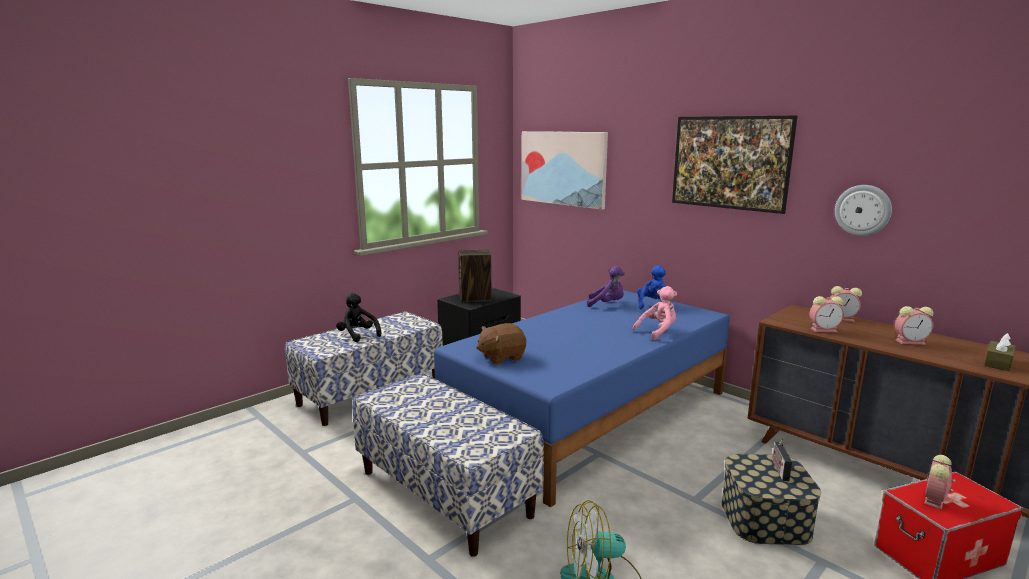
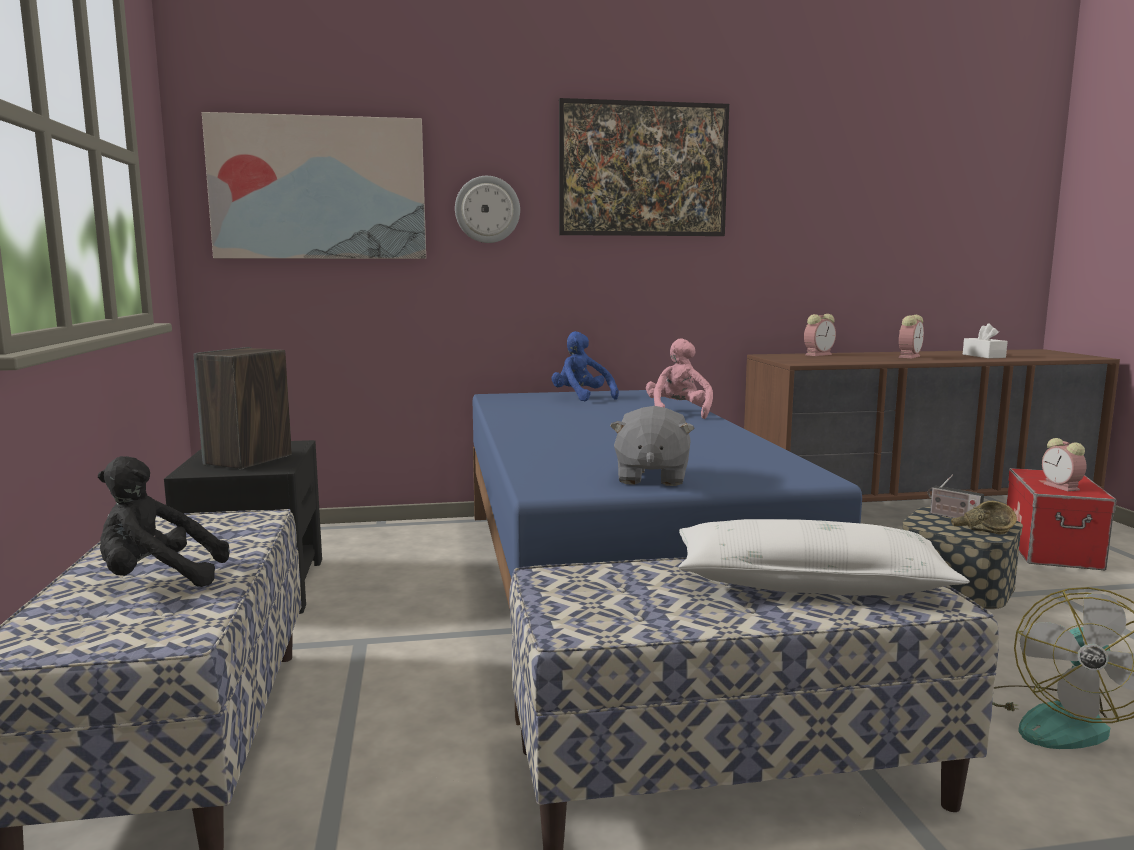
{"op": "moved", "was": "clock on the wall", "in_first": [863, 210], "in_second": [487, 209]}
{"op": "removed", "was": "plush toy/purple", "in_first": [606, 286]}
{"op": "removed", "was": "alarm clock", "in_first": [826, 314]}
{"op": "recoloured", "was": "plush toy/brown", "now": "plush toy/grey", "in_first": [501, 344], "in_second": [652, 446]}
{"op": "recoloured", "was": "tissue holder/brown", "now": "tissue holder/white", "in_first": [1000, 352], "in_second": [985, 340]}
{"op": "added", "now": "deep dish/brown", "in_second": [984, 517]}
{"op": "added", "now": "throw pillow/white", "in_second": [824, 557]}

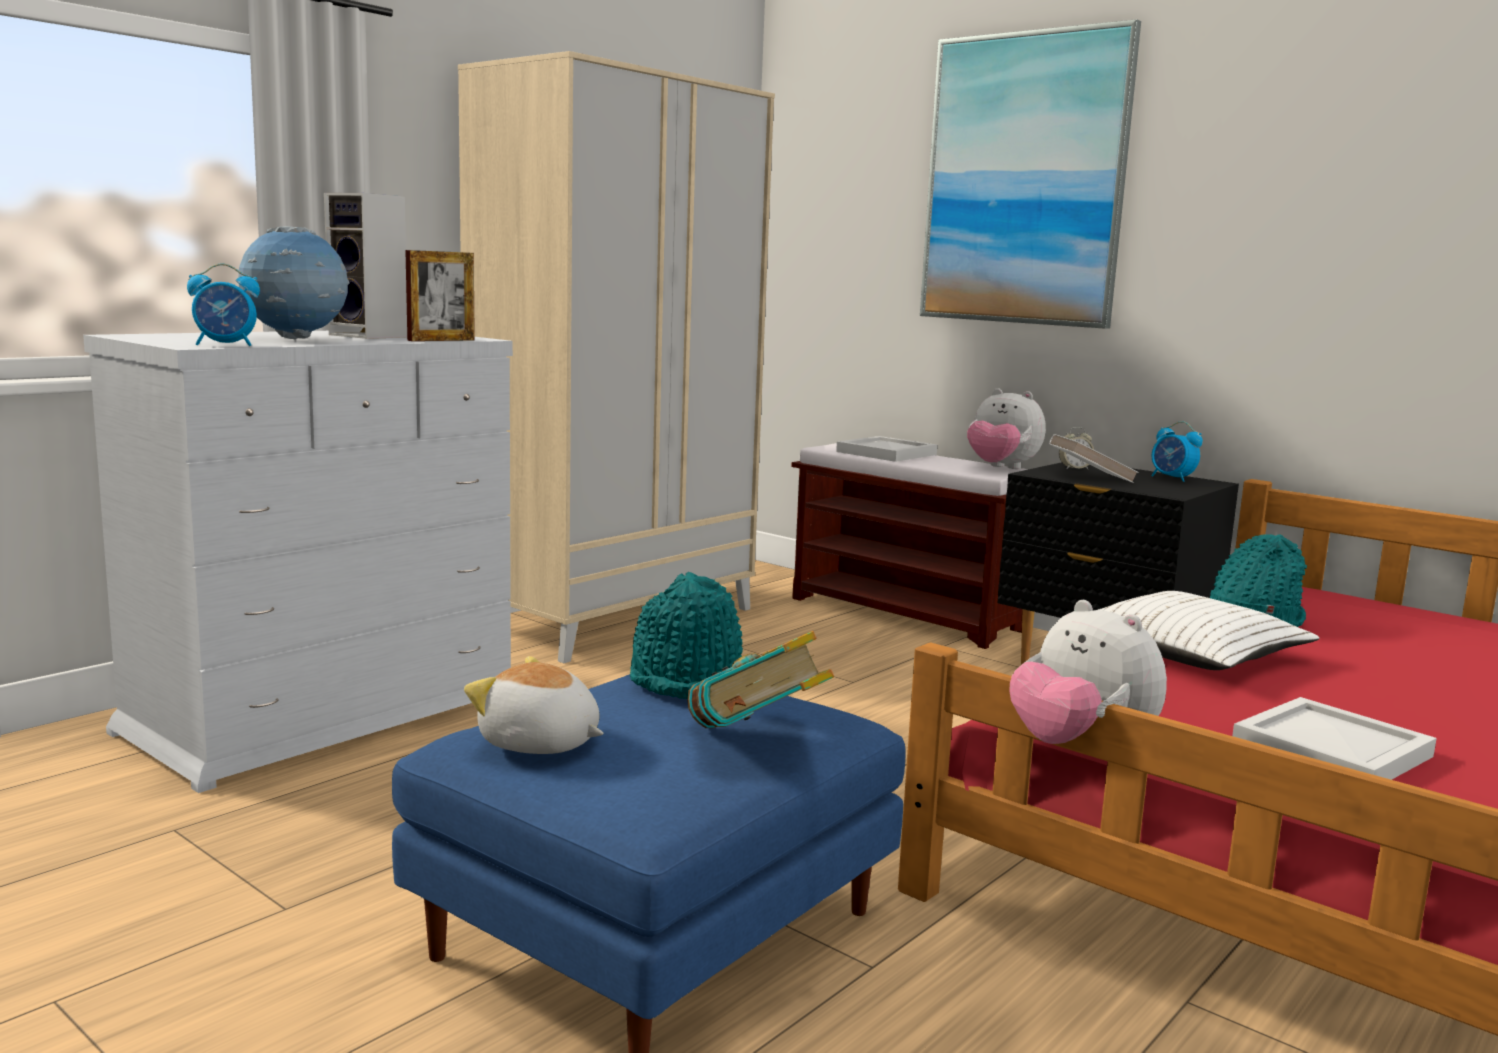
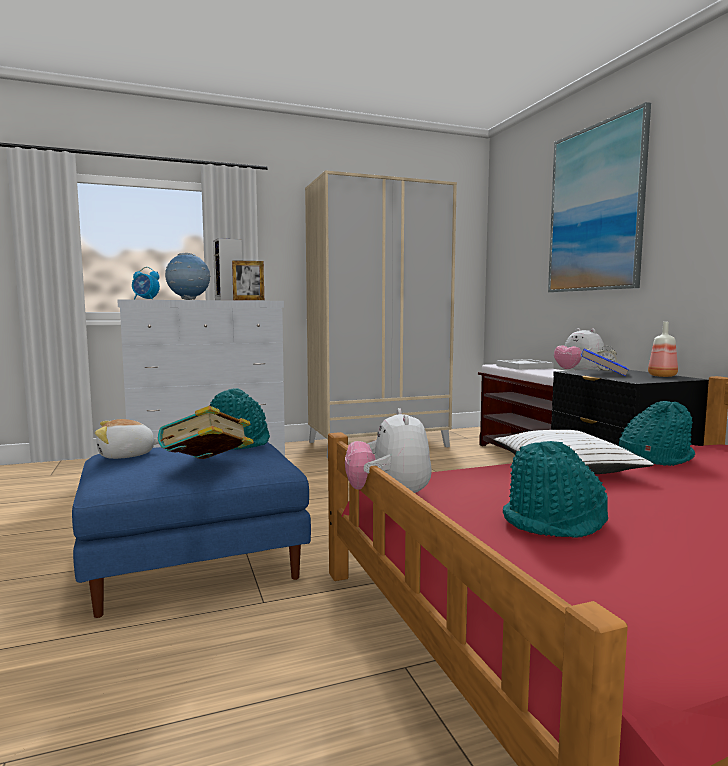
{"op": "replaced", "was": "alarm clock", "now": "bottle", "in_first": [1177, 451], "in_second": [663, 349]}
{"op": "recoloured", "was": "bound book/white", "now": "bound book/blue-coloured", "in_first": [1094, 458], "in_second": [605, 362]}
{"op": "turned", "was": "plush toy", "in_first": [534, 705], "in_second": [127, 439], "clockwise": -75}
{"op": "replaced", "was": "tray/white", "now": "clothing hat/turquoise-coloured", "in_first": [1334, 738], "in_second": [555, 489]}

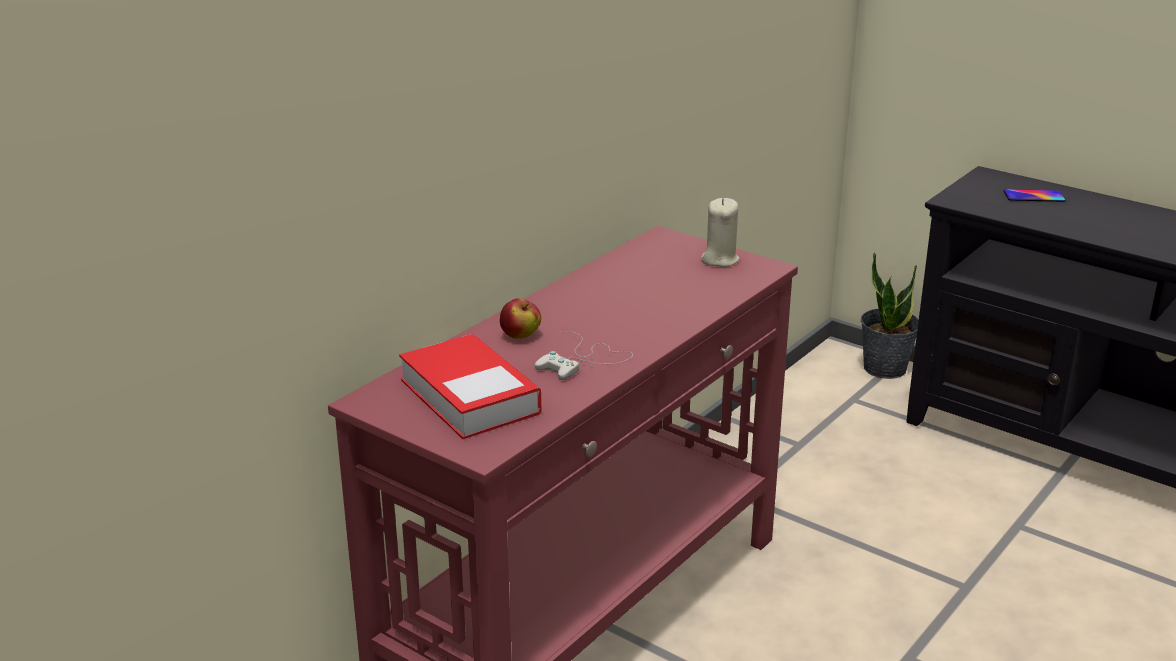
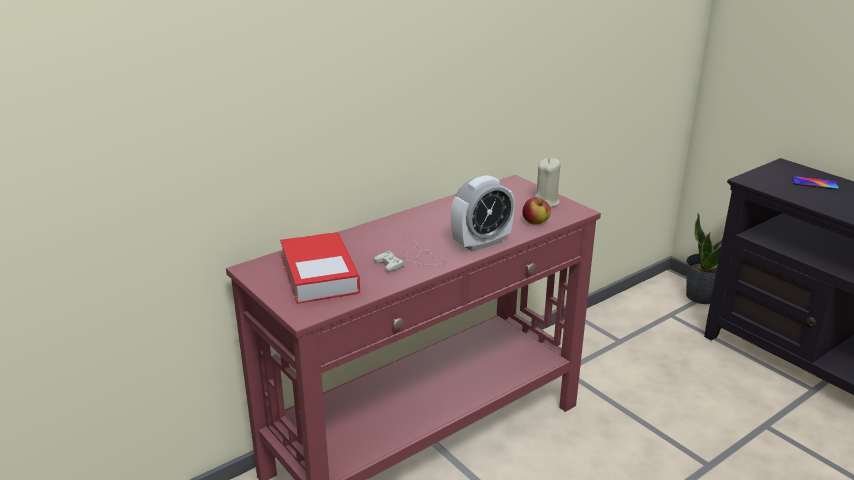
{"op": "moved", "was": "apple", "in_first": [520, 318], "in_second": [536, 211]}
{"op": "added", "now": "alarm clock", "in_second": [483, 213]}

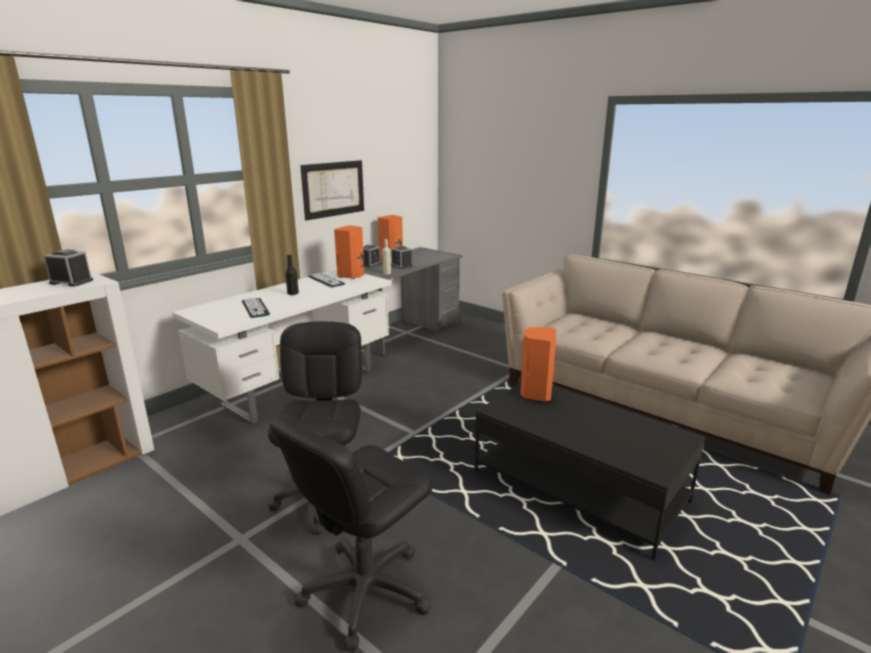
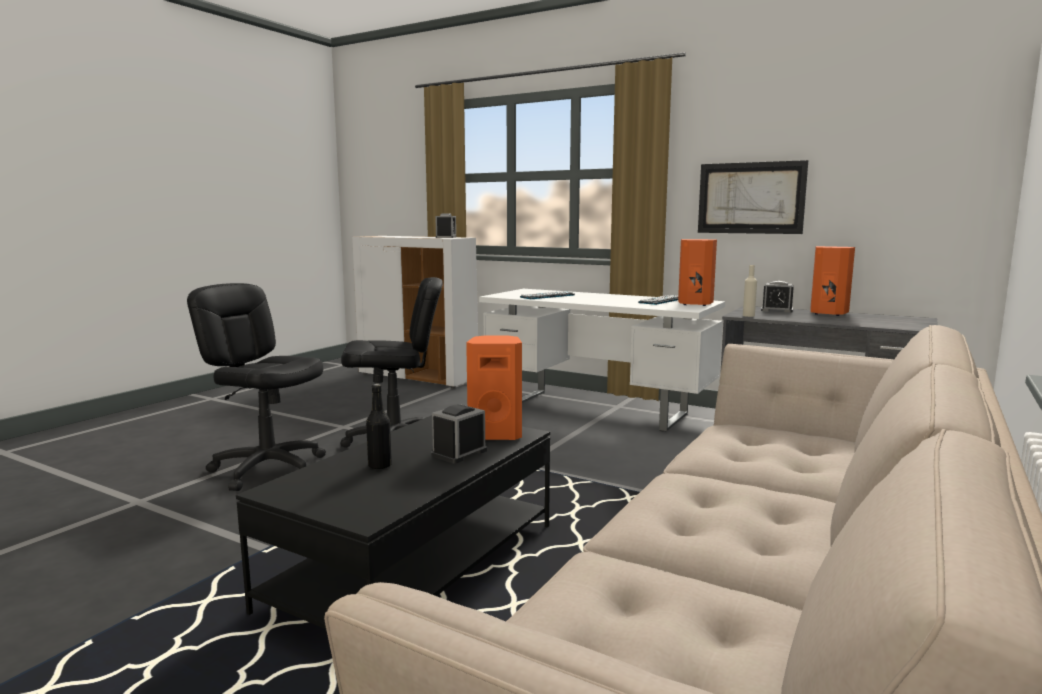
{"op": "moved", "was": "alarm clock", "in_first": [402, 257], "in_second": [459, 434]}
{"op": "moved", "was": "bottle/black", "in_first": [292, 274], "in_second": [379, 426]}

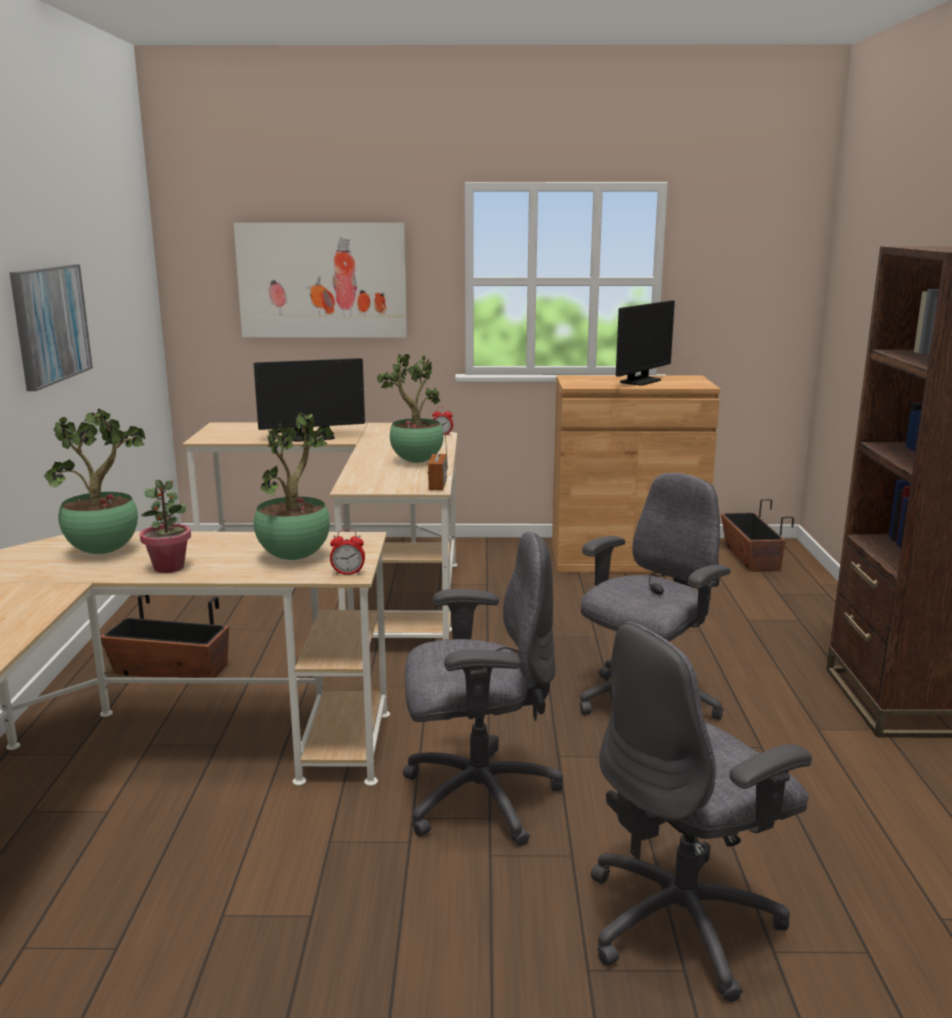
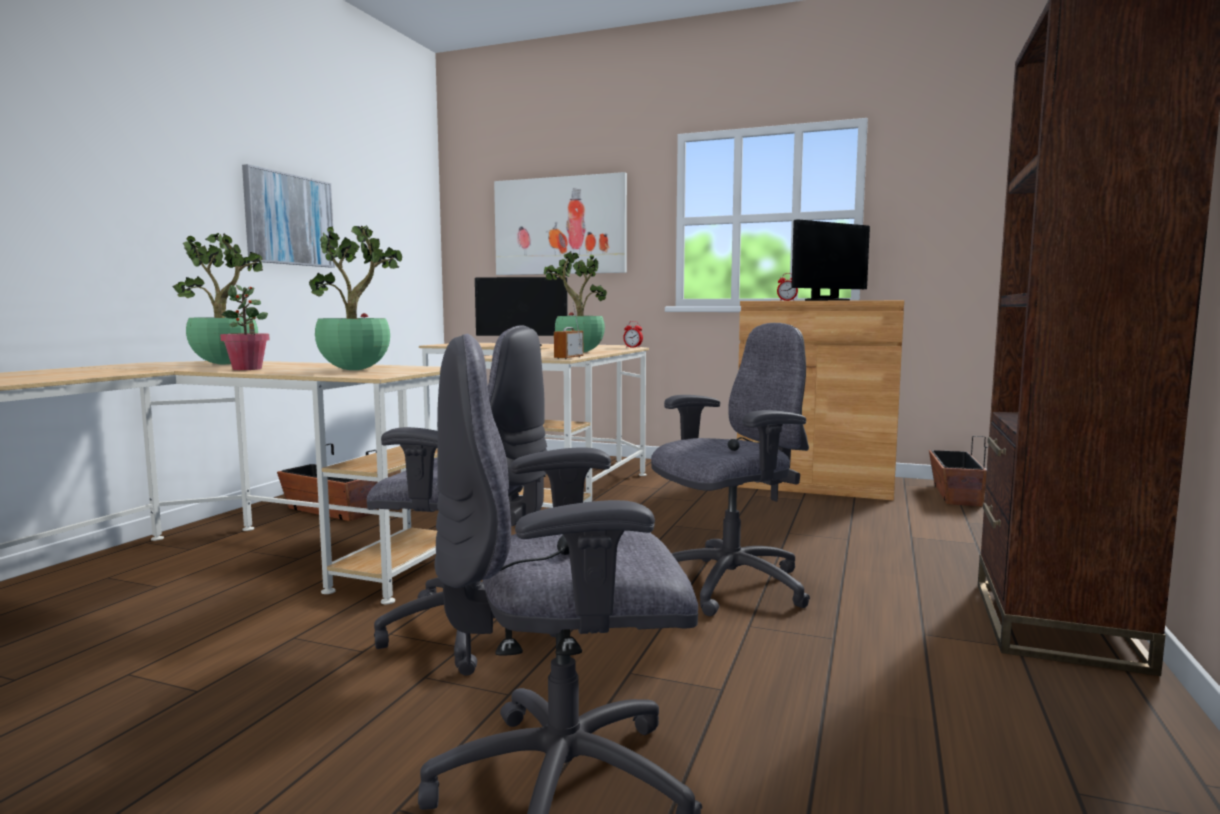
{"op": "moved", "was": "alarm clock", "in_first": [347, 552], "in_second": [787, 287]}

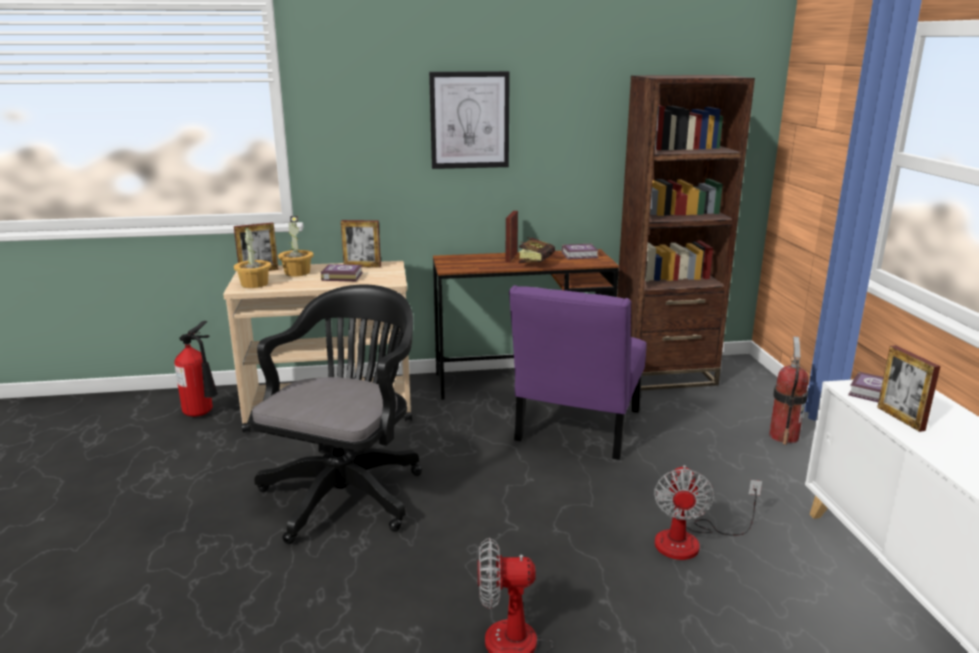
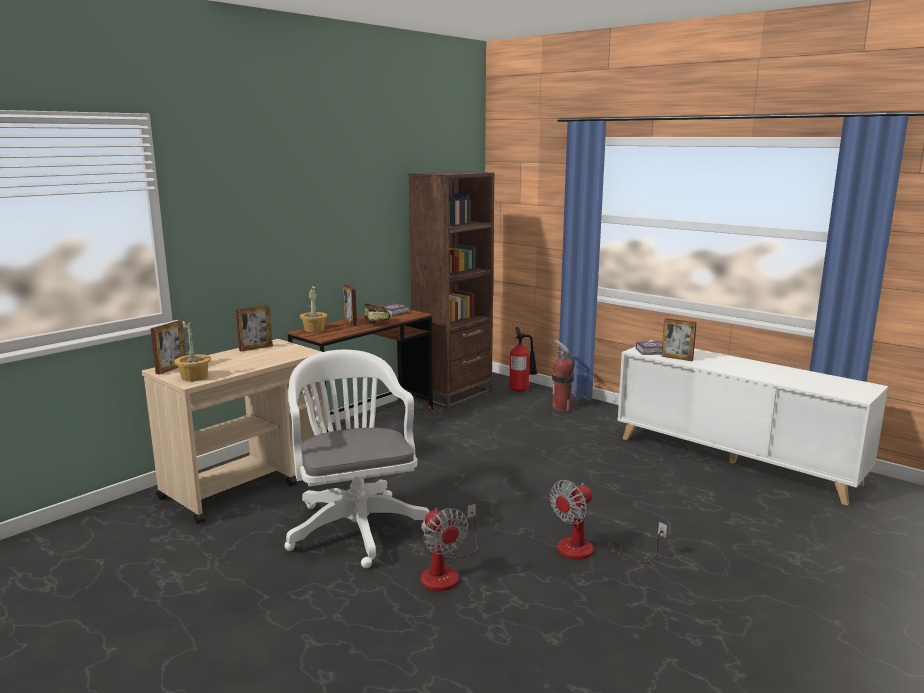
{"op": "removed", "was": "wall picture", "in_first": [469, 120]}
{"op": "moved", "was": "potted plant", "in_first": [296, 246], "in_second": [313, 308]}
{"op": "removed", "was": "bound book", "in_first": [342, 272]}
{"op": "recoloured", "was": "office chair/black", "now": "office chair/white", "in_first": [335, 414], "in_second": [357, 458]}
{"op": "removed", "was": "plain chair/purple", "in_first": [578, 372]}
{"op": "moved", "was": "fire extinguisher", "in_first": [196, 369], "in_second": [523, 359]}
{"op": "moved", "was": "fan", "in_first": [708, 512], "in_second": [449, 547]}

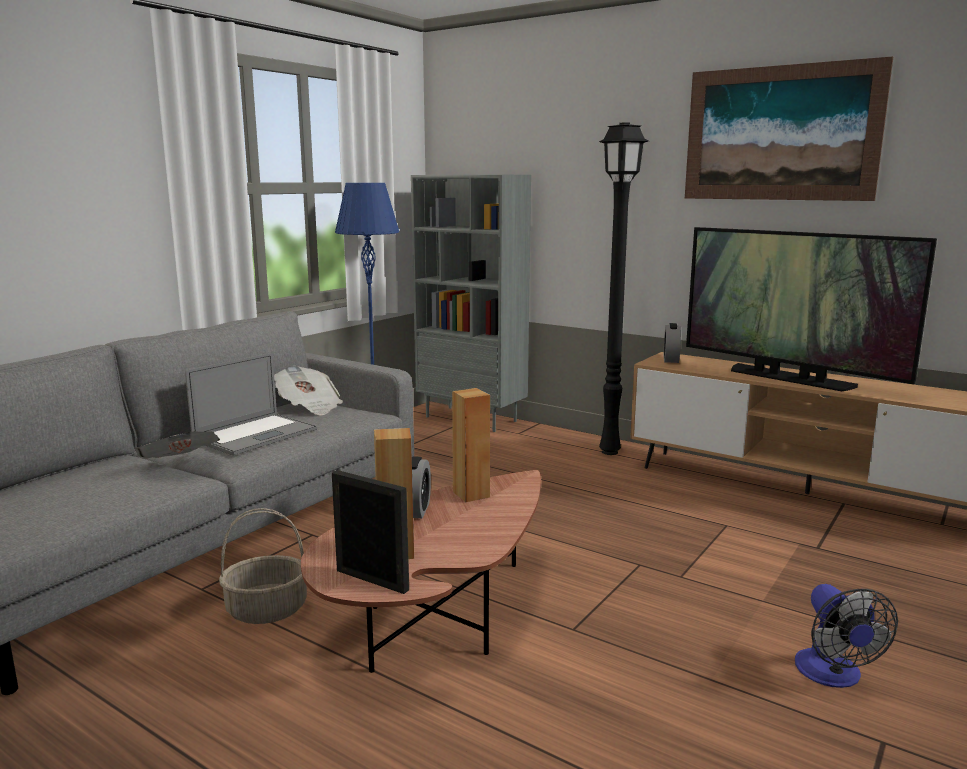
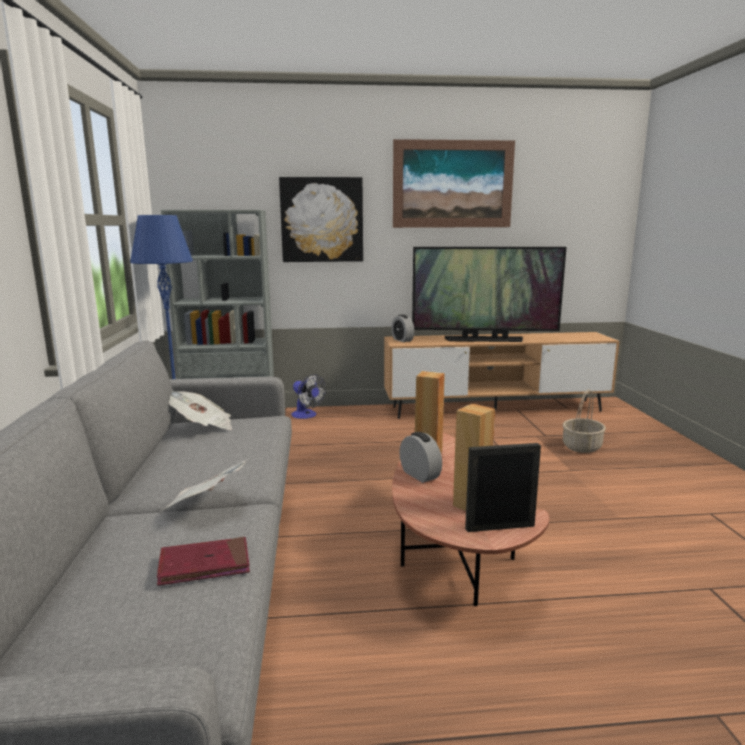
{"op": "removed", "was": "floor lamp/black", "in_first": [623, 288]}
{"op": "removed", "was": "portable computer", "in_first": [251, 404]}
{"op": "moved", "was": "basket", "in_first": [263, 566], "in_second": [584, 421]}
{"op": "moved", "was": "fan", "in_first": [846, 636], "in_second": [308, 396]}
{"op": "added", "now": "wall picture", "in_second": [321, 219]}
{"op": "added", "now": "bound book/red", "in_second": [203, 561]}

